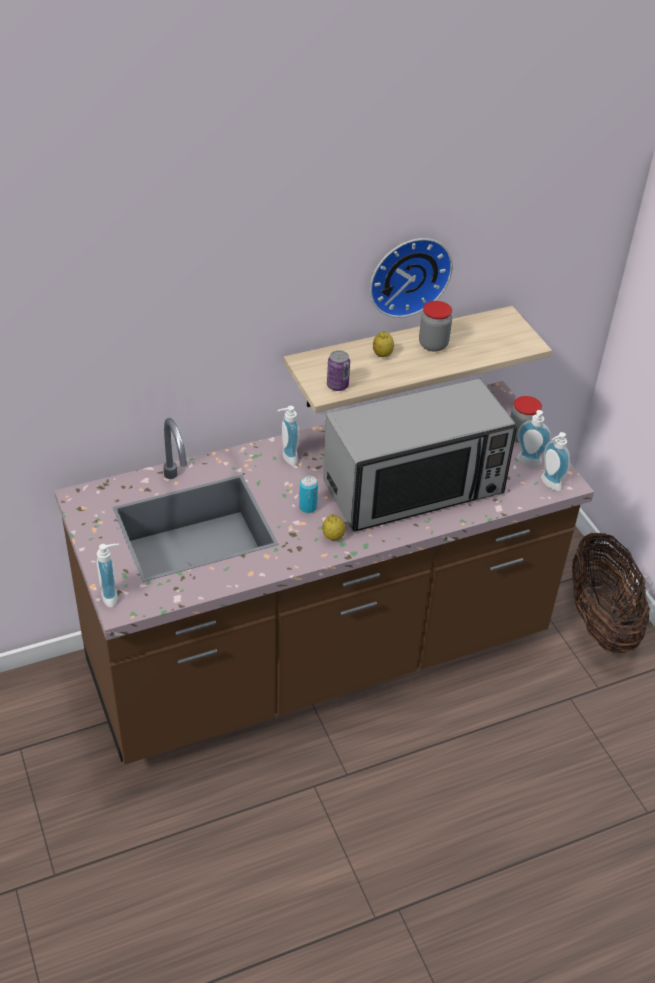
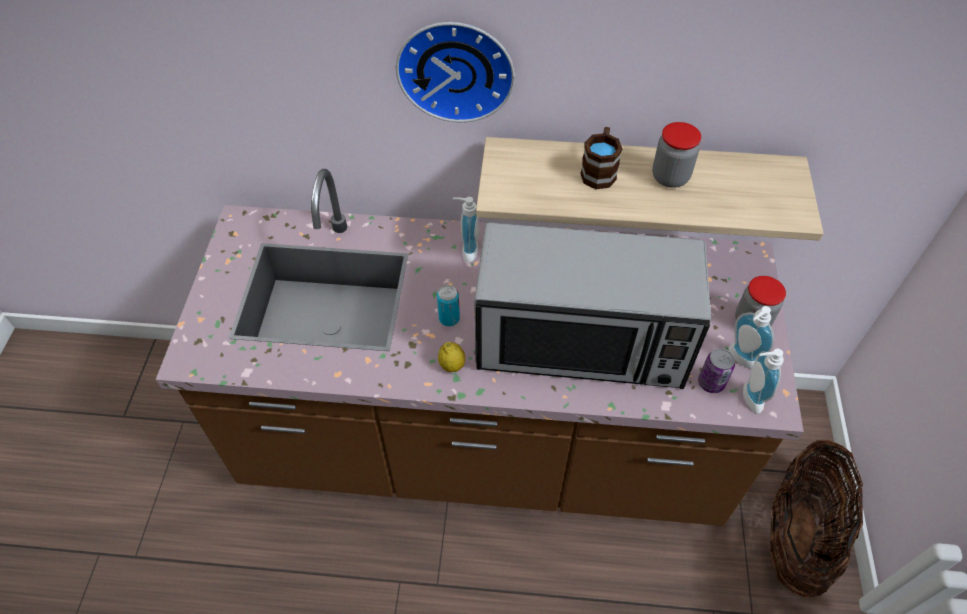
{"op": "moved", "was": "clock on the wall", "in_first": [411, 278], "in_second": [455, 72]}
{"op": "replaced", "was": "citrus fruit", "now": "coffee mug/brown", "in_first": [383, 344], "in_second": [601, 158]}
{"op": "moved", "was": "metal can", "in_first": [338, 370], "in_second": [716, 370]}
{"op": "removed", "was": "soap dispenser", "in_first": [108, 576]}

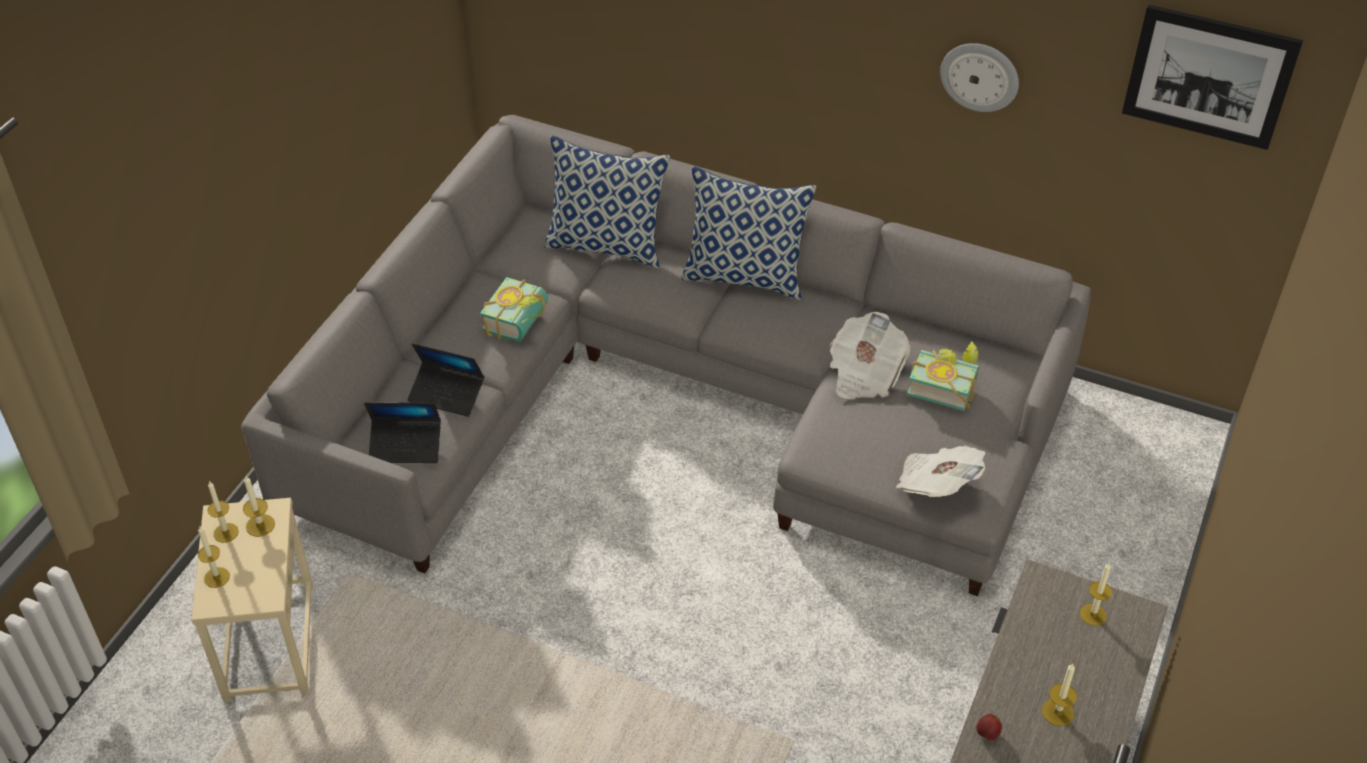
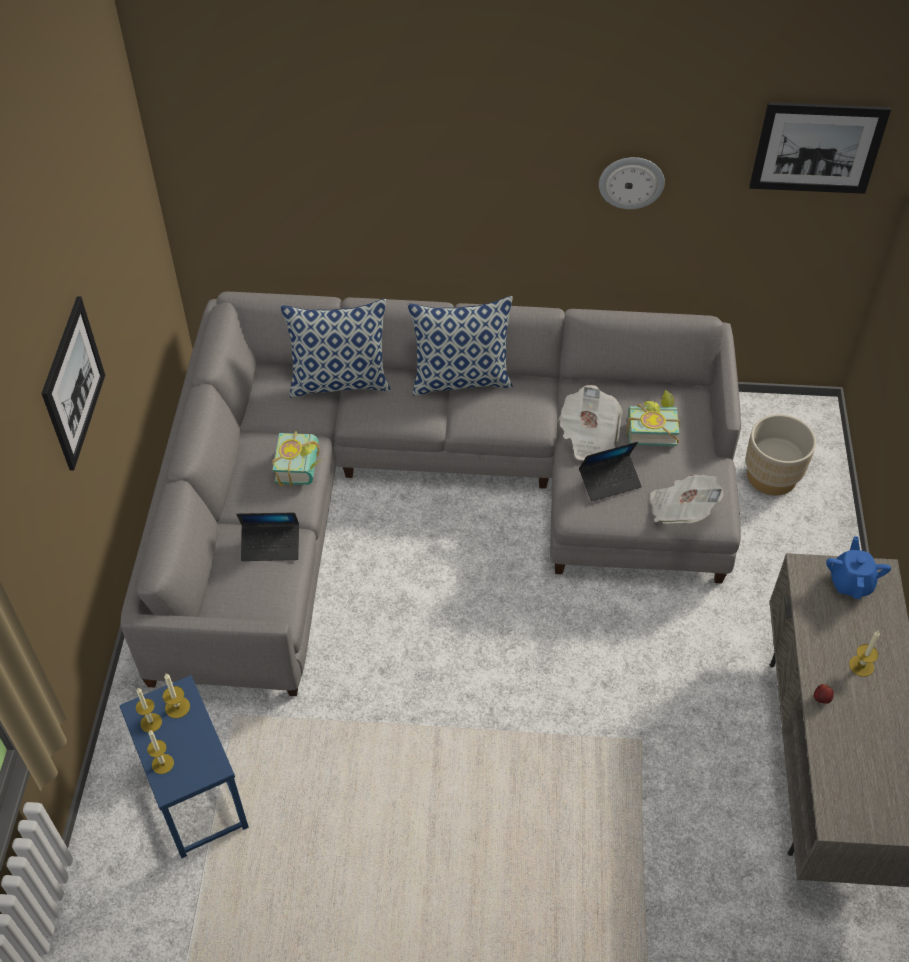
{"op": "moved", "was": "portable computer", "in_first": [402, 432], "in_second": [610, 471]}
{"op": "recoloured", "was": "side table/sand-coloured", "now": "side table/blue-coloured", "in_first": [252, 600], "in_second": [184, 766]}
{"op": "replaced", "was": "wax light", "now": "teapot/blue-coloured", "in_first": [1096, 594], "in_second": [858, 567]}
{"op": "added", "now": "wall picture", "in_second": [73, 383]}
{"op": "added", "now": "plant pot/sand-coloured", "in_second": [780, 454]}

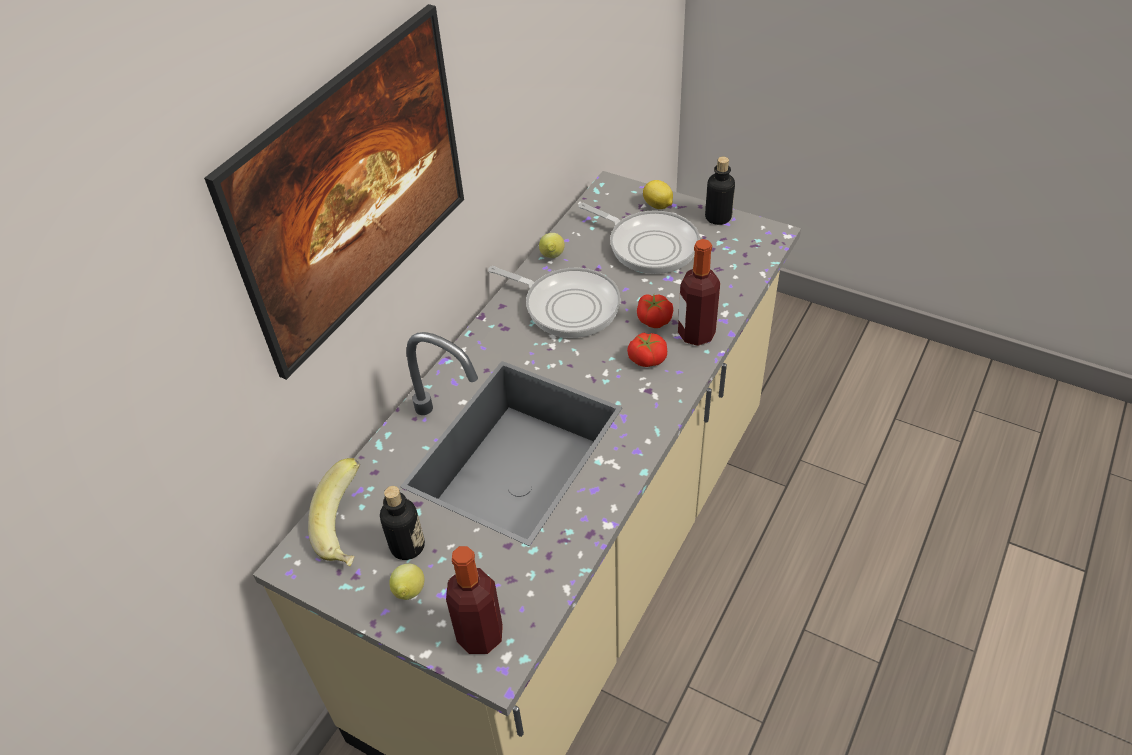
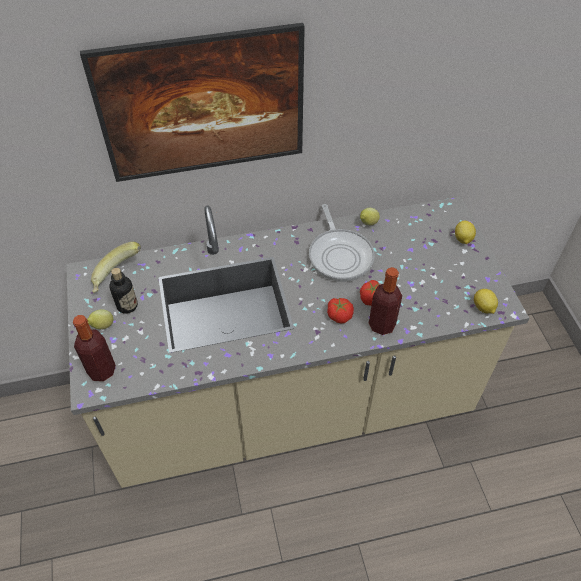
{"op": "removed", "was": "bottle", "in_first": [720, 191]}
{"op": "removed", "was": "pan", "in_first": [639, 238]}
{"op": "added", "now": "citrus fruit", "in_second": [486, 301]}

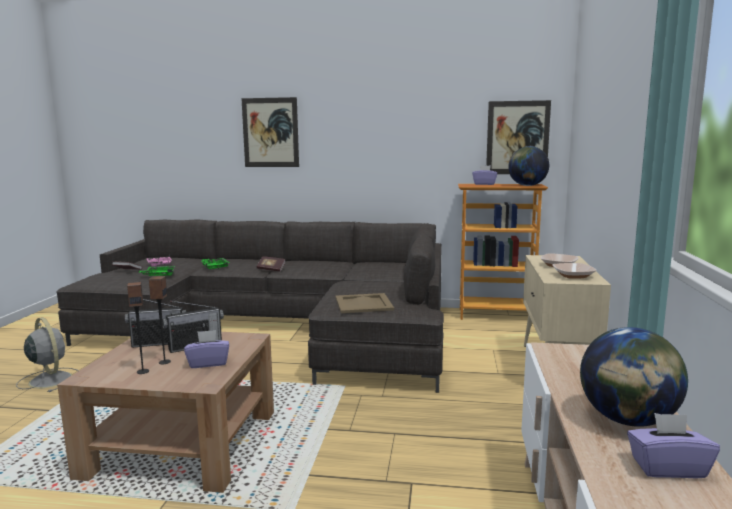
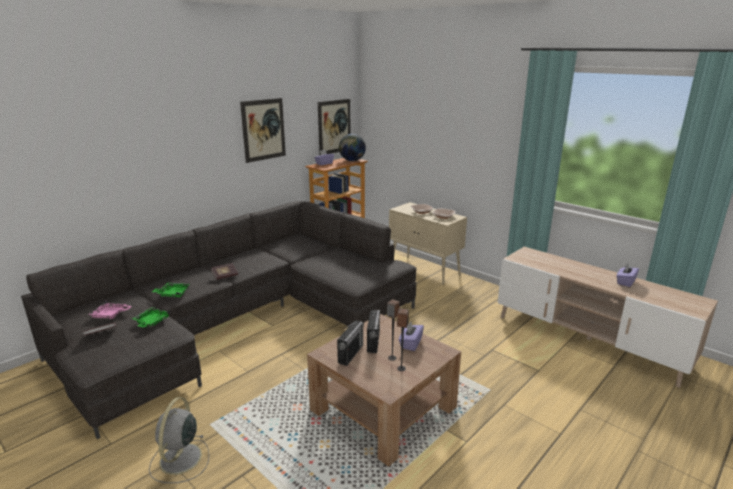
{"op": "moved", "was": "wall picture", "in_first": [270, 132], "in_second": [263, 130]}
{"op": "removed", "was": "tray/sand-coloured", "in_first": [365, 303]}
{"op": "turned", "was": "fan/grey", "in_first": [47, 354], "in_second": [179, 440], "clockwise": -75}
{"op": "removed", "was": "globe", "in_first": [634, 377]}

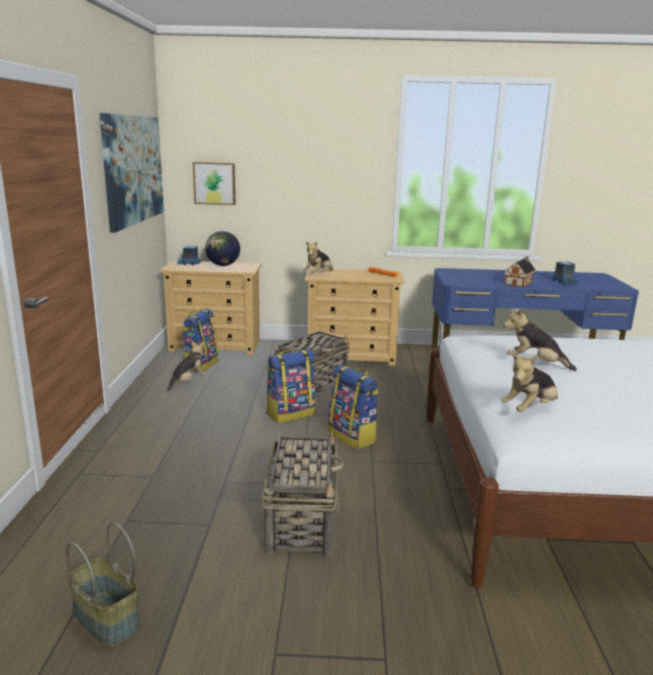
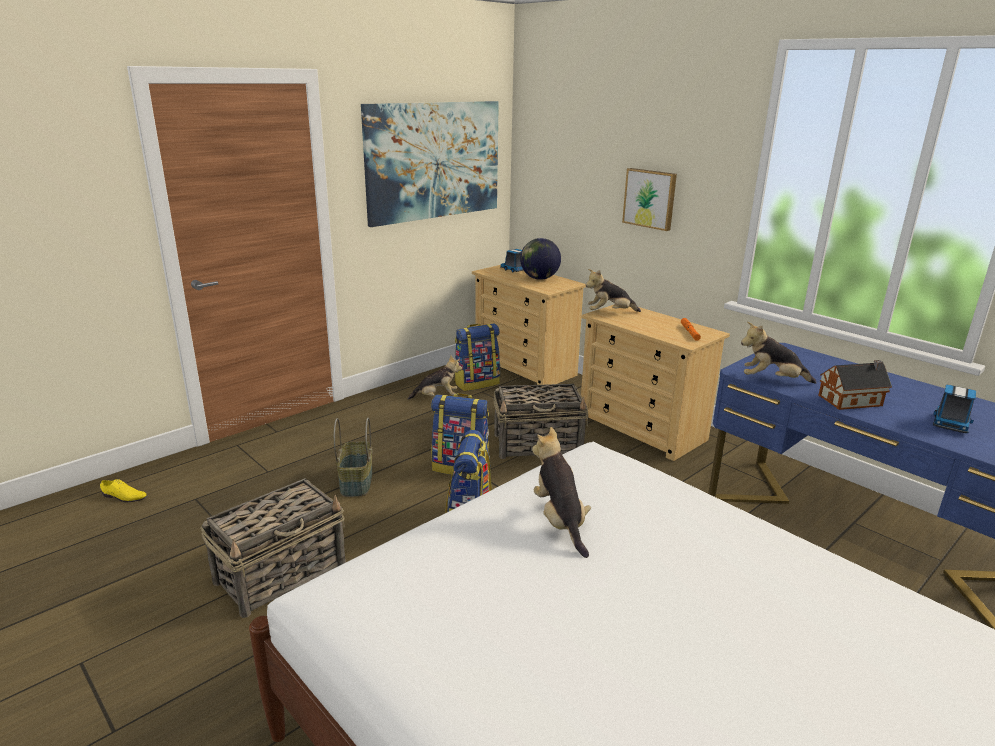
{"op": "moved", "was": "wall picture", "in_first": [214, 183], "in_second": [649, 199]}
{"op": "moved", "was": "plush toy", "in_first": [529, 383], "in_second": [779, 353]}
{"op": "moved", "was": "basket", "in_first": [103, 584], "in_second": [353, 457]}
{"op": "added", "now": "shoe/yellow-coloured", "in_second": [123, 490]}

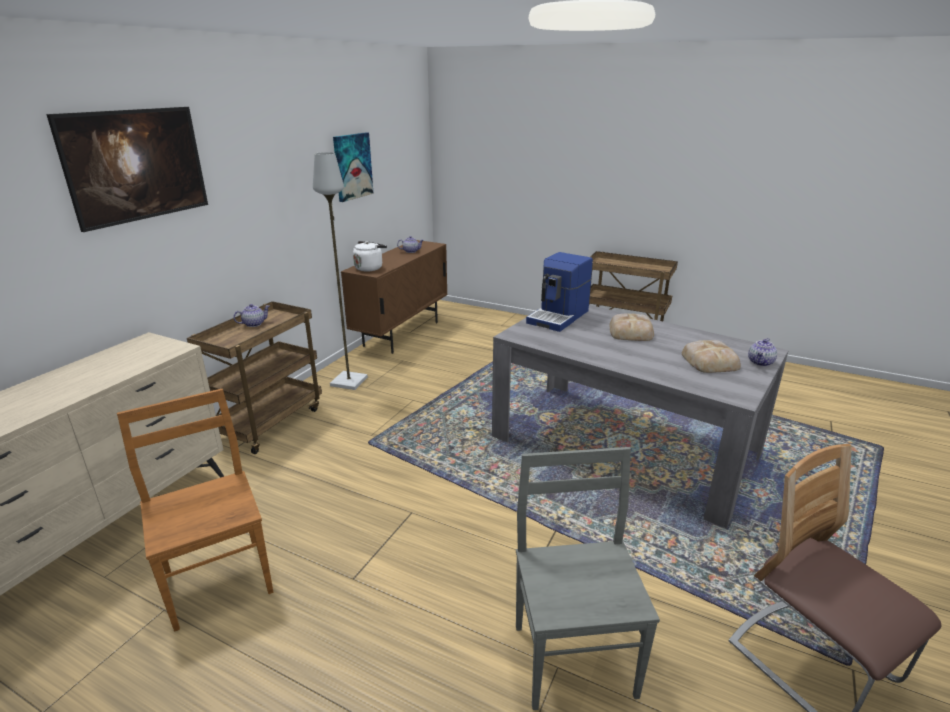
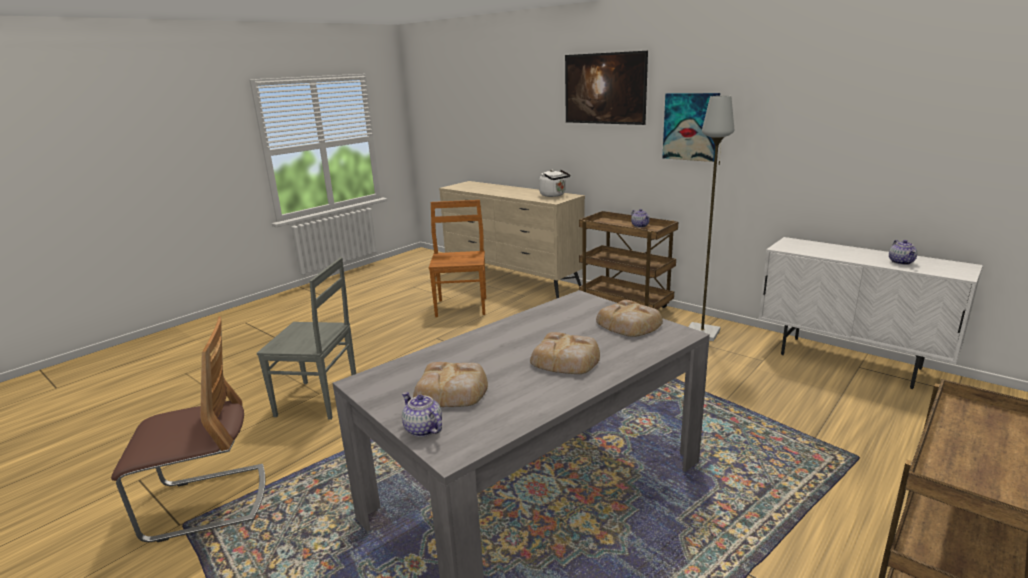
{"op": "moved", "was": "wall picture", "in_first": [353, 167], "in_second": [691, 127]}
{"op": "recoloured", "was": "storage cabinet/brown", "now": "storage cabinet/white", "in_first": [394, 297], "in_second": [870, 313]}
{"op": "moved", "was": "kettle/white", "in_first": [369, 256], "in_second": [554, 183]}
{"op": "replaced", "was": "coffee maker", "now": "baked bread", "in_first": [559, 292], "in_second": [629, 318]}
{"op": "turned", "was": "plain chair/brown", "in_first": [195, 510], "in_second": [457, 258], "clockwise": -75}

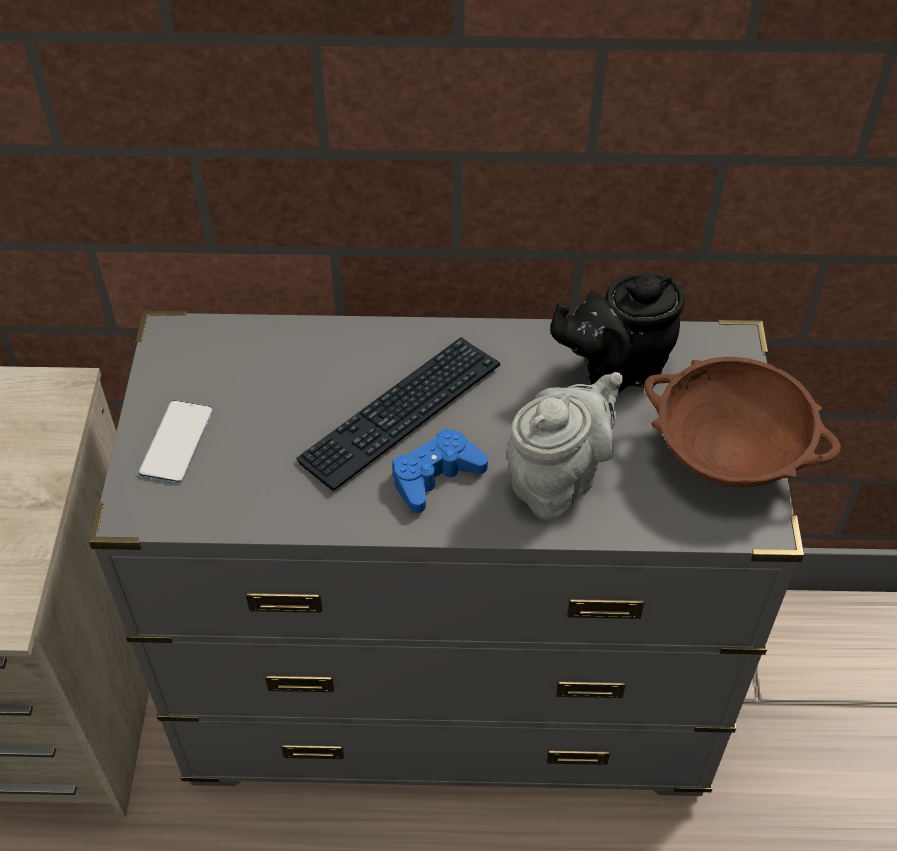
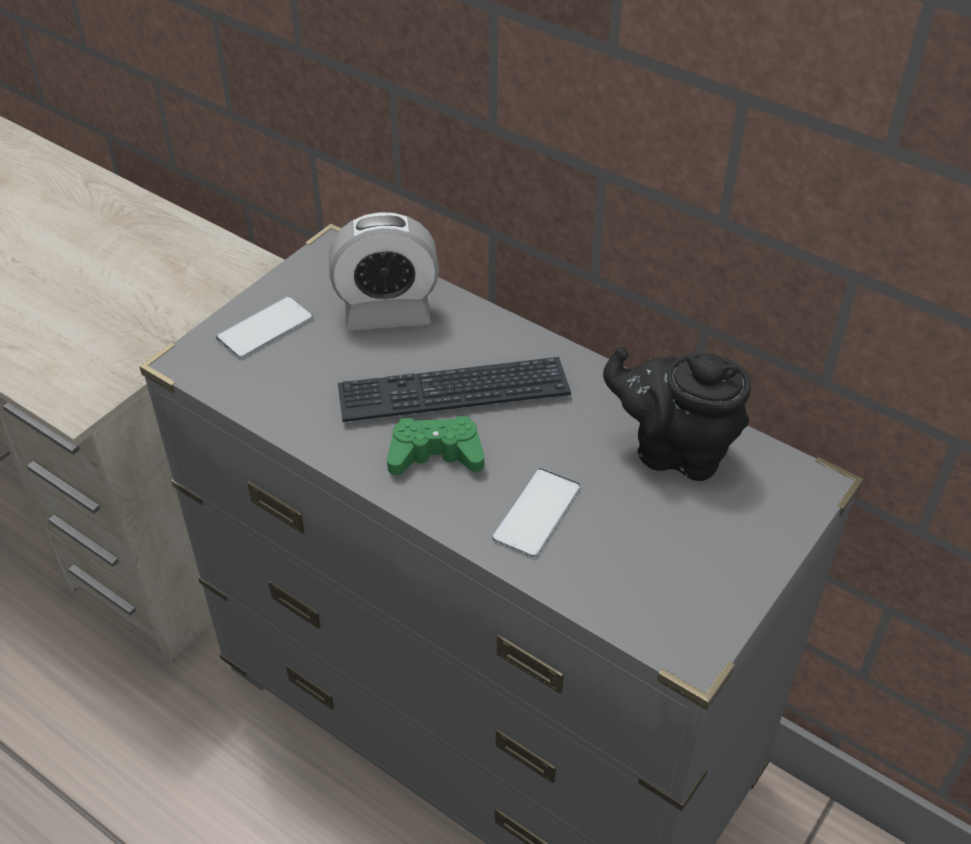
{"op": "removed", "was": "deep dish/brown", "in_first": [742, 422]}
{"op": "replaced", "was": "teapot/grey", "now": "phone", "in_first": [565, 446], "in_second": [536, 512]}
{"op": "recoloured", "was": "game controller/blue-coloured", "now": "game controller/green-coloured", "in_first": [440, 470], "in_second": [435, 445]}
{"op": "added", "now": "alarm clock", "in_second": [384, 271]}

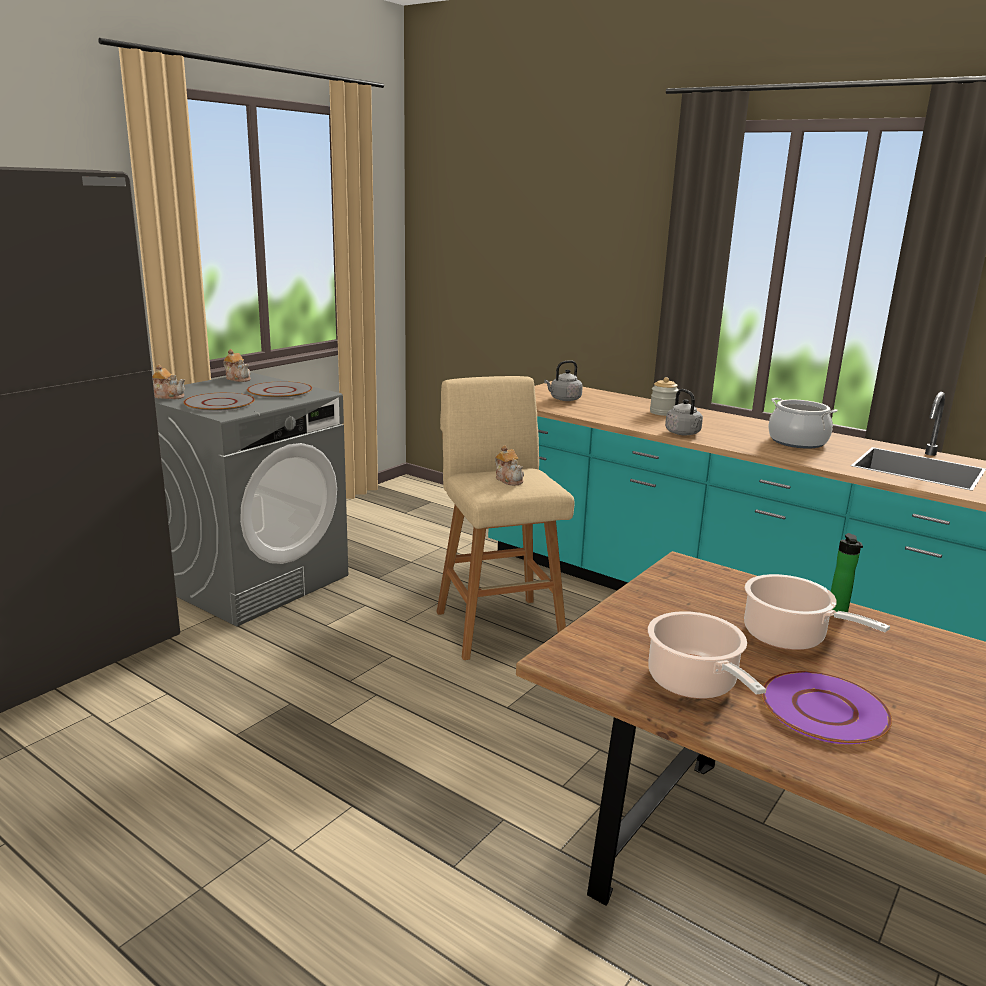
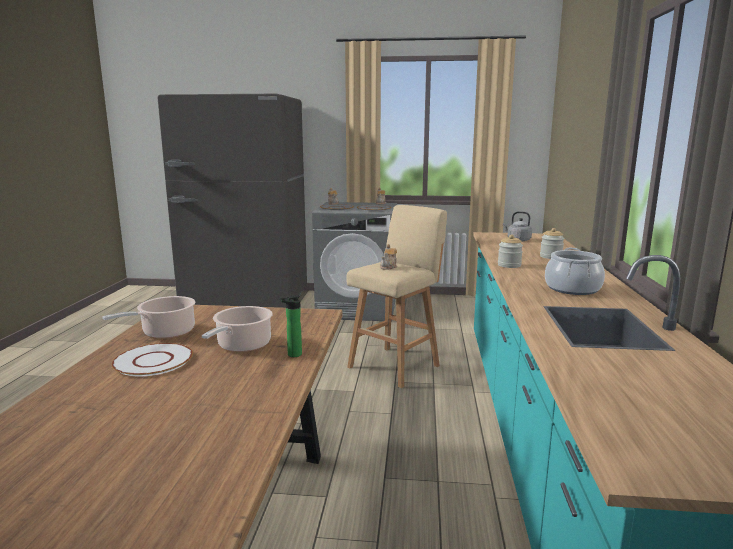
{"op": "replaced", "was": "kettle/grey", "now": "jar", "in_first": [684, 412], "in_second": [510, 251]}
{"op": "recoloured", "was": "plate/purple", "now": "plate/white", "in_first": [827, 707], "in_second": [152, 360]}

